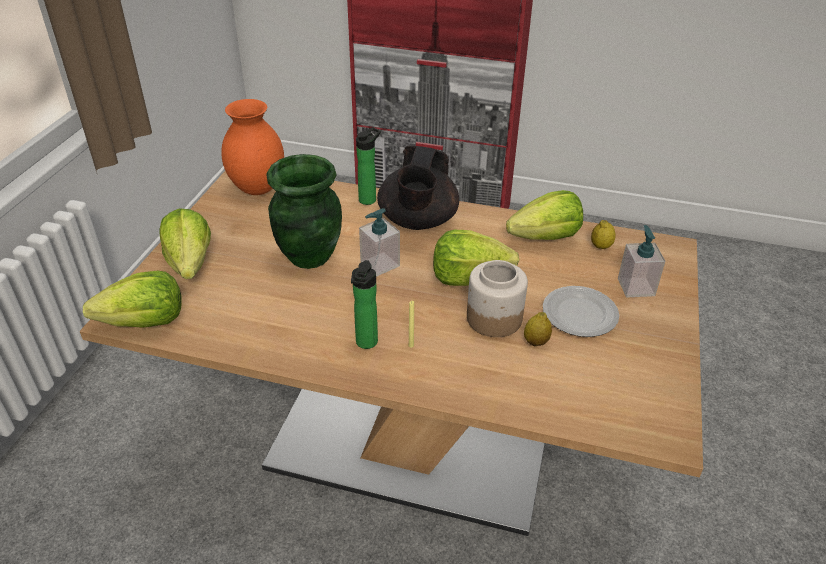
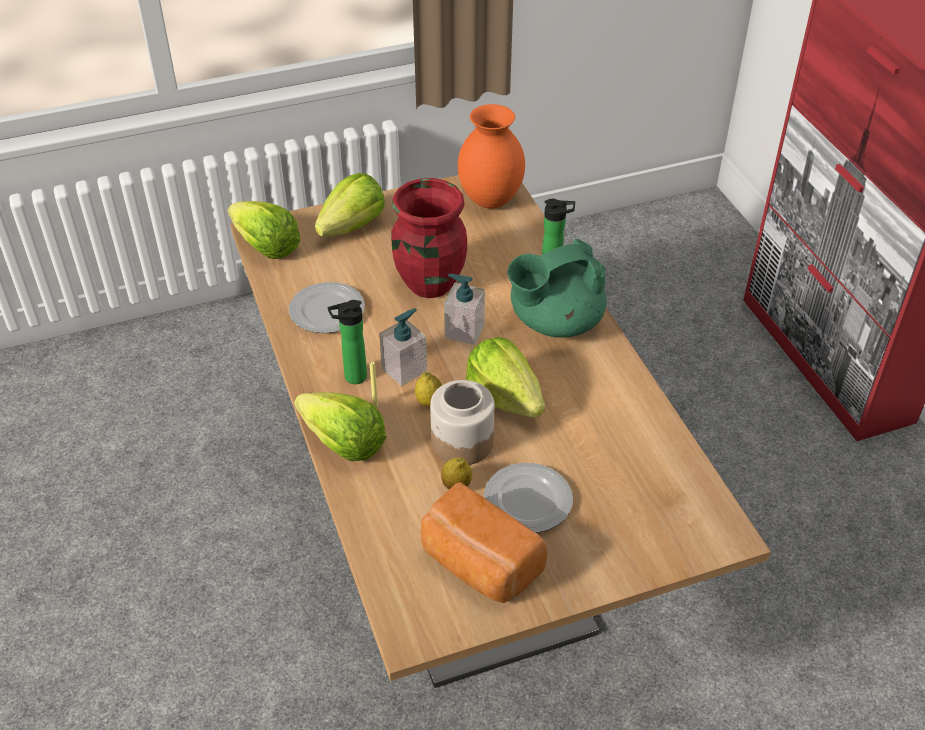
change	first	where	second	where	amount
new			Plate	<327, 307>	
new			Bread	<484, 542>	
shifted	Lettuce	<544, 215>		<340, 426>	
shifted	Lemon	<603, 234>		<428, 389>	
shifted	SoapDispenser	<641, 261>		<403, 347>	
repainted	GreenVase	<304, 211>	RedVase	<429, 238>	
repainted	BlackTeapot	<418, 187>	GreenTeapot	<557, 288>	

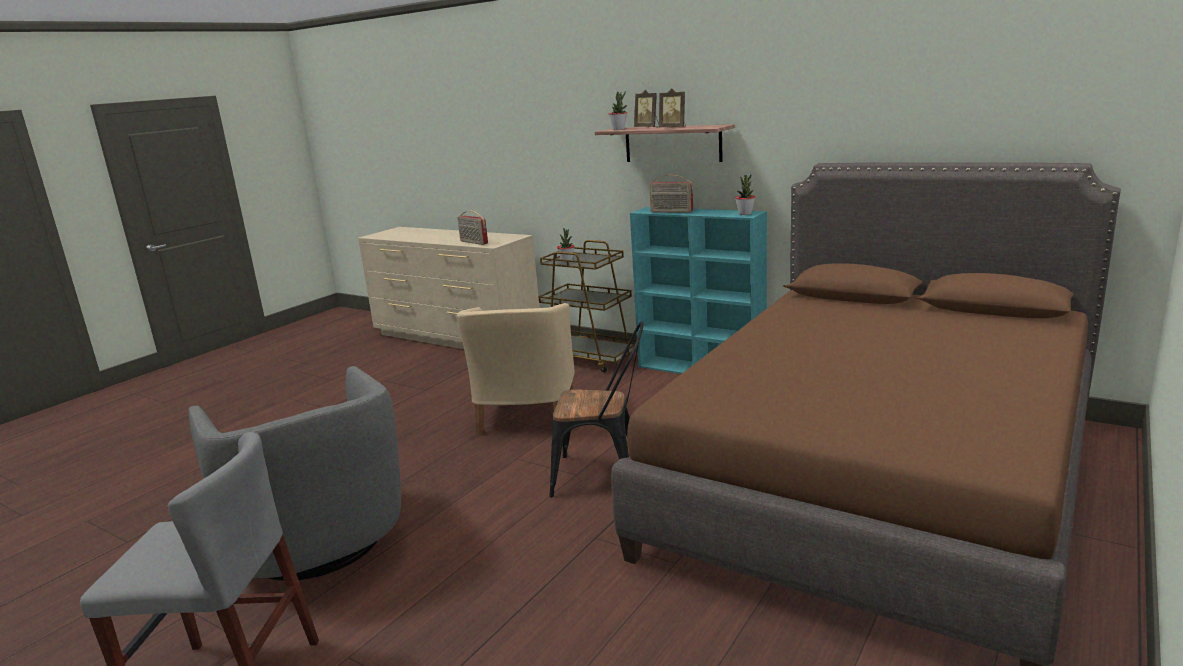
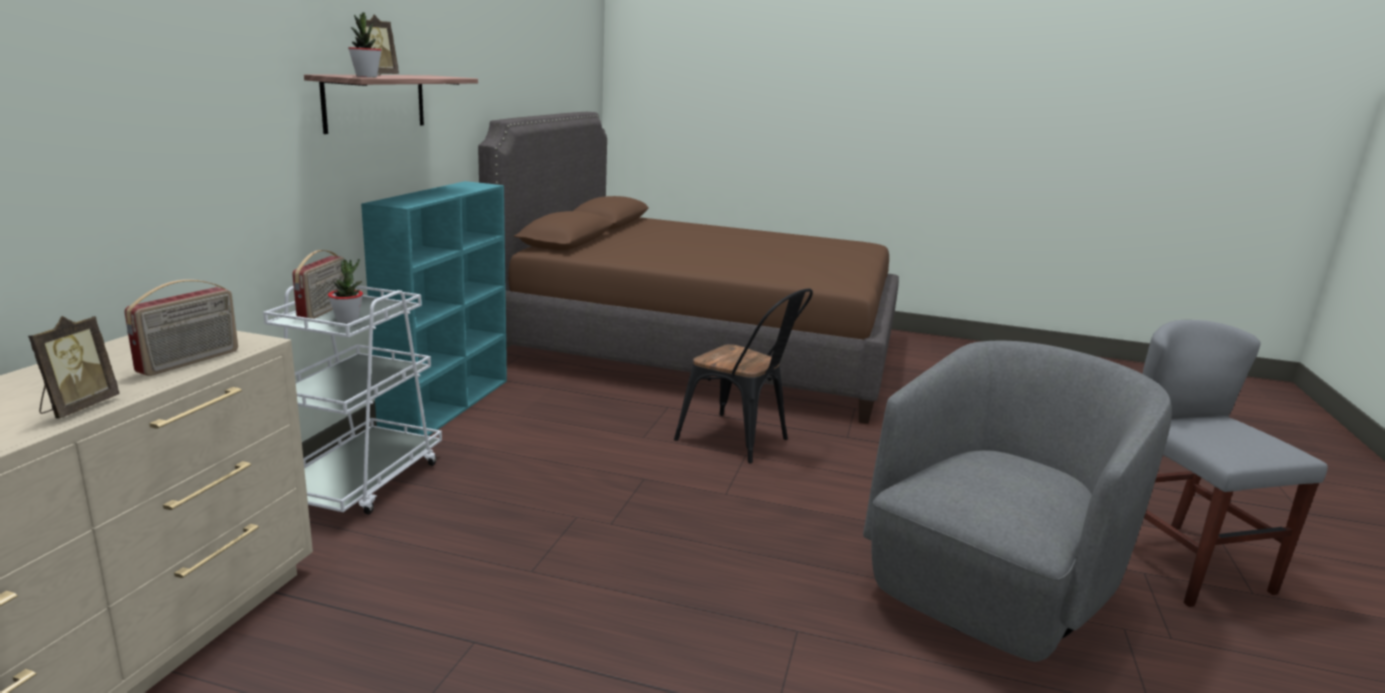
change	first	where	second	where	amount
gone	BeigeArmchair	<515, 369>			
gone	PottedPlant	<745, 194>			
shifted	Radio	<671, 194>		<318, 284>	
shifted	PictureFrame	<672, 108>		<74, 367>	
repainted	BrownCart	<587, 306>	WhiteCart	<352, 400>	
rotated	BlackChair	<596, 409>		<743, 375>	135 degrees clockwise

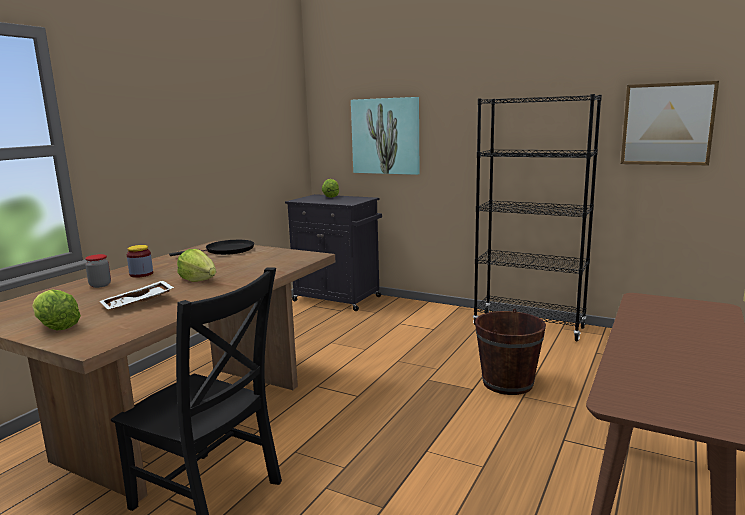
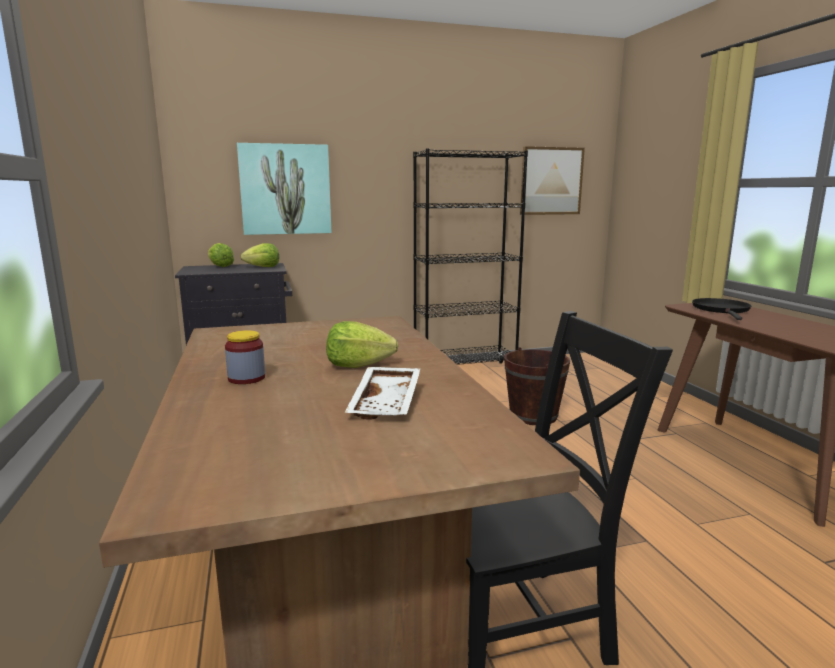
change	first	where	second	where	amount
gone	Jar	<98, 271>			
shifted	Lettuce	<56, 309>		<260, 255>	
shifted	BlackFryingPan	<211, 248>		<721, 309>	

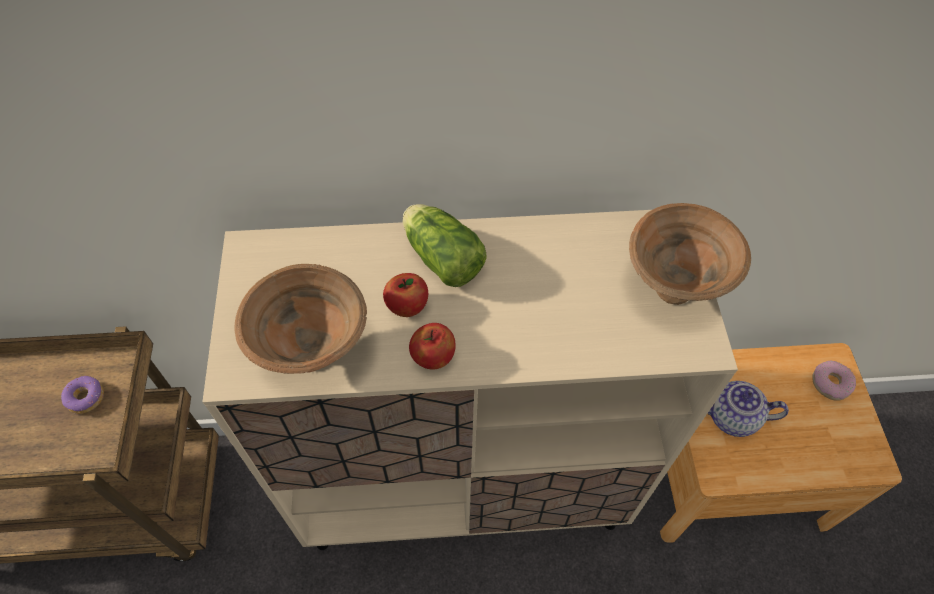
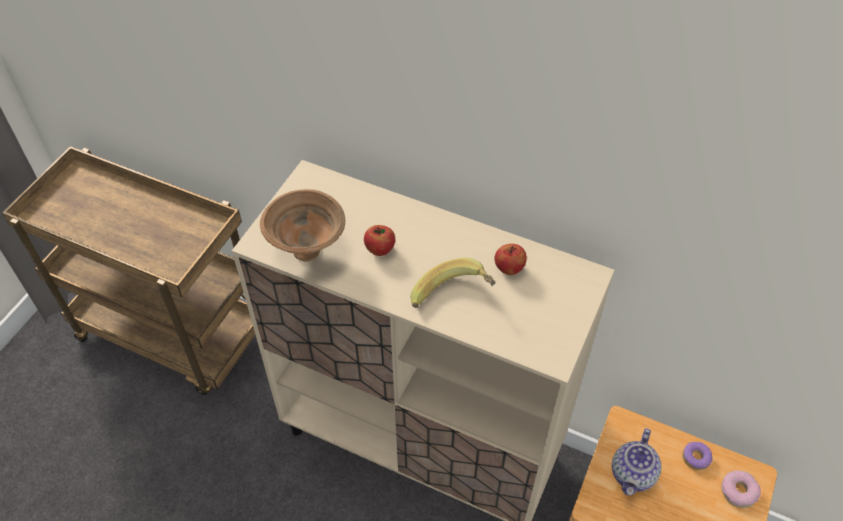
change	first	where	second	where	amount
gone	Lettuce	<444, 245>			
gone	BrownBowl	<690, 254>			
new			Banana	<453, 283>	
shifted	Donut	<82, 395>		<697, 456>	
shifted	Apple	<432, 346>		<511, 259>	
rotated	Teapot	<748, 409>		<636, 461>	105 degrees counterclockwise

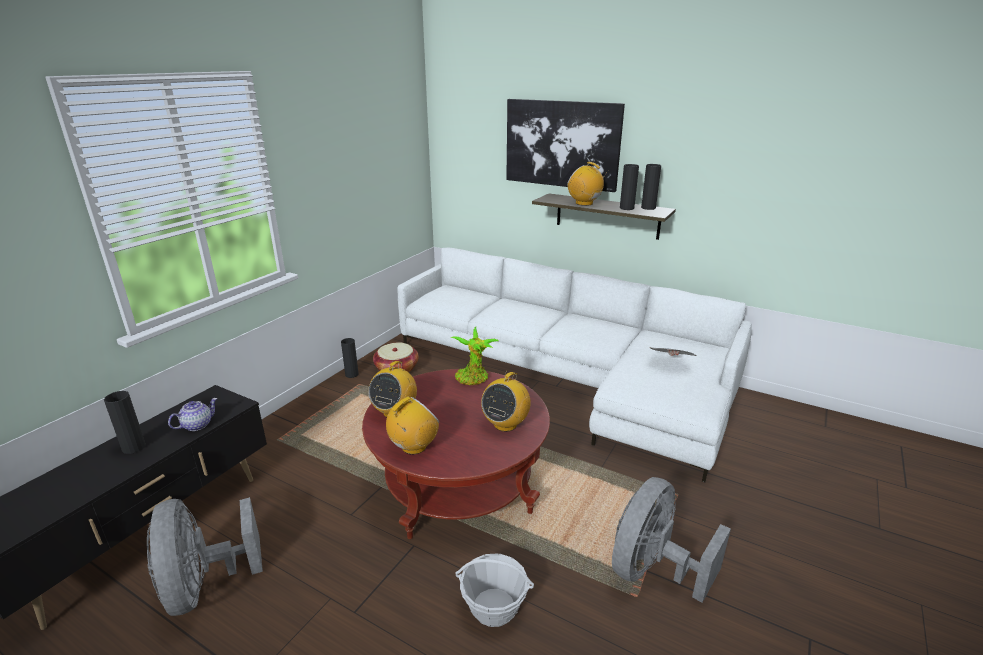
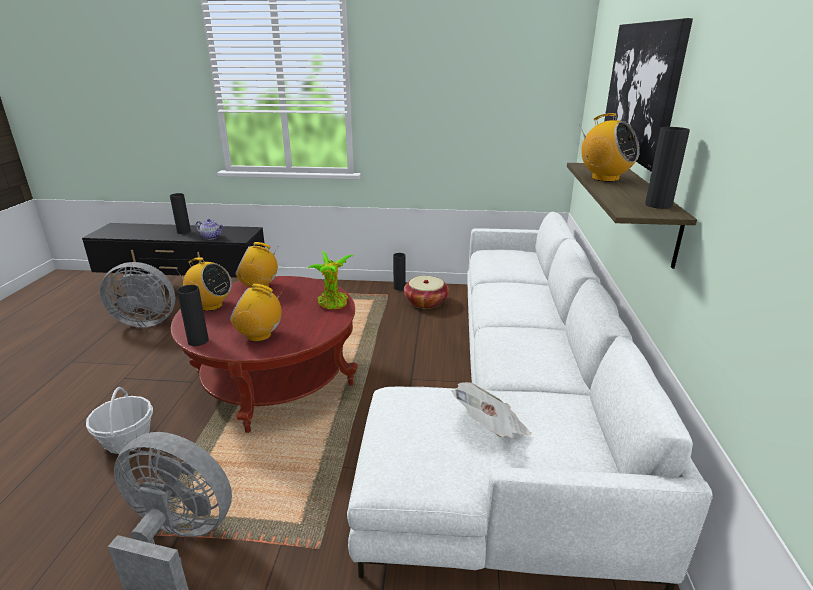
change	first	where	second	where	amount
shifted	BlackVase	<629, 187>		<193, 315>	
rotated	GreyFan	<205, 556>		<137, 295>	135 degrees counterclockwise
rotated	Radio	<588, 184>		<610, 147>	120 degrees clockwise

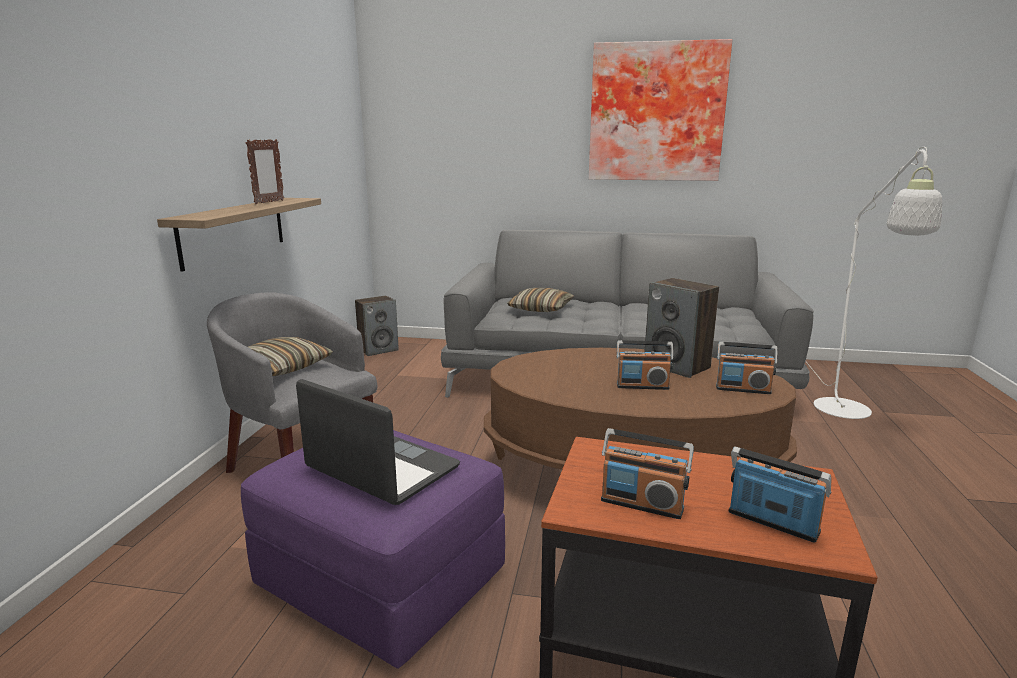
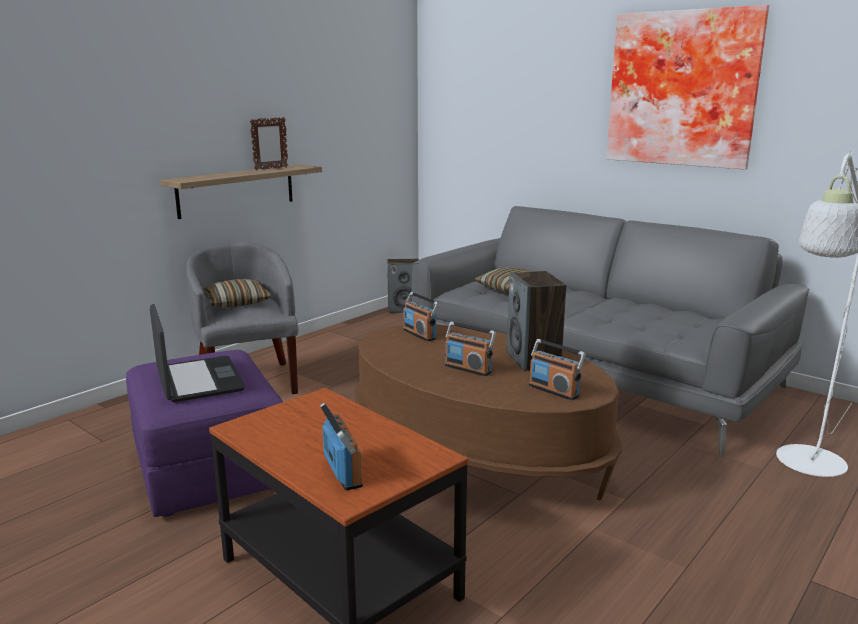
change	first	where	second	where	amount
shifted	Radio	<647, 473>		<421, 316>	

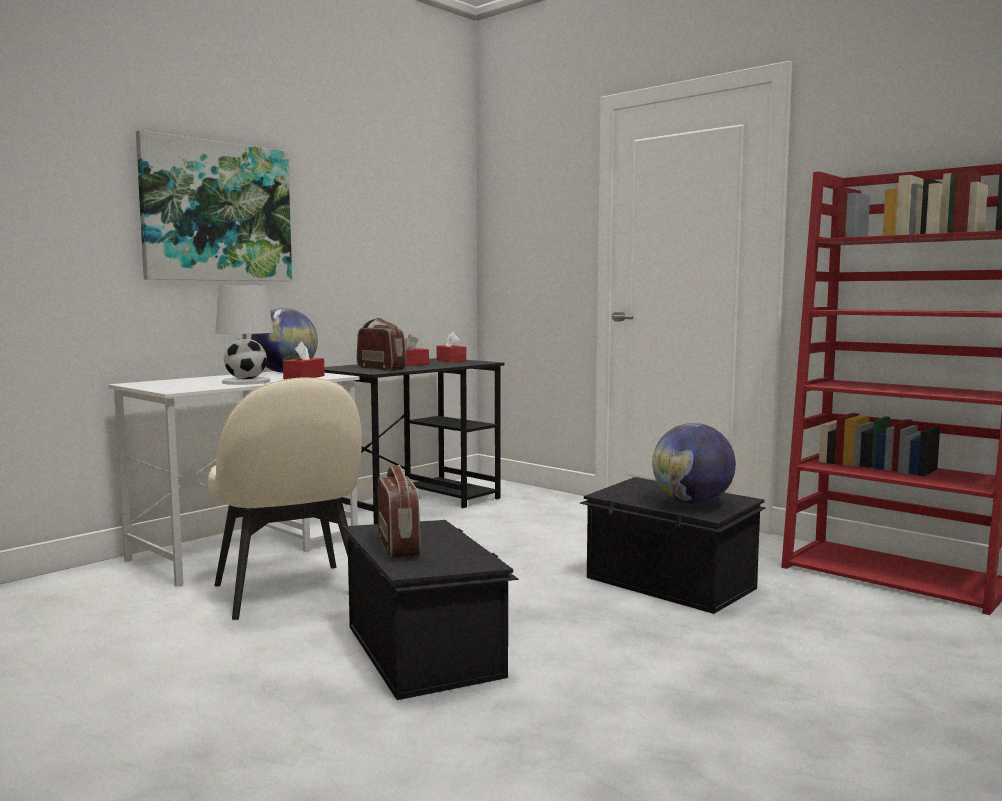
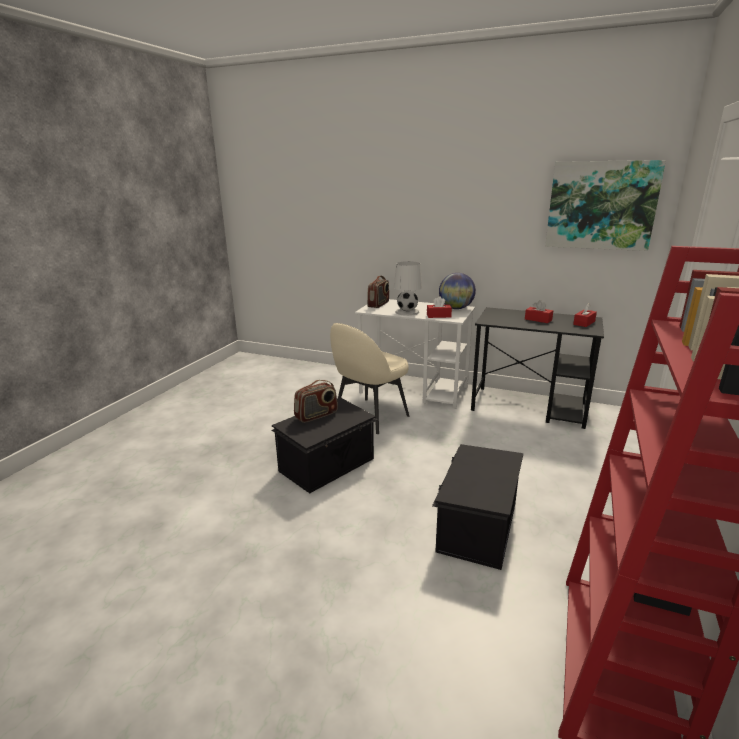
change	first	where	second	where	amount
gone	Globe	<694, 464>			
shifted	Picture	<214, 205>		<605, 205>	
shifted	Radio	<381, 344>		<378, 292>	

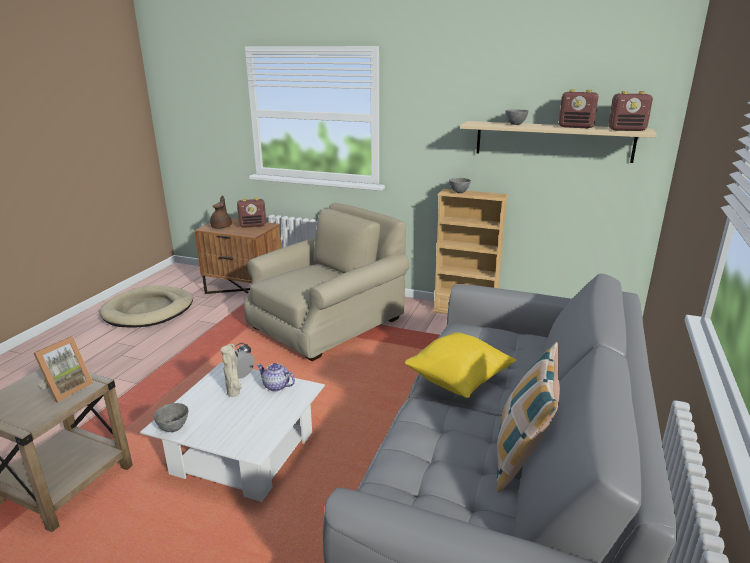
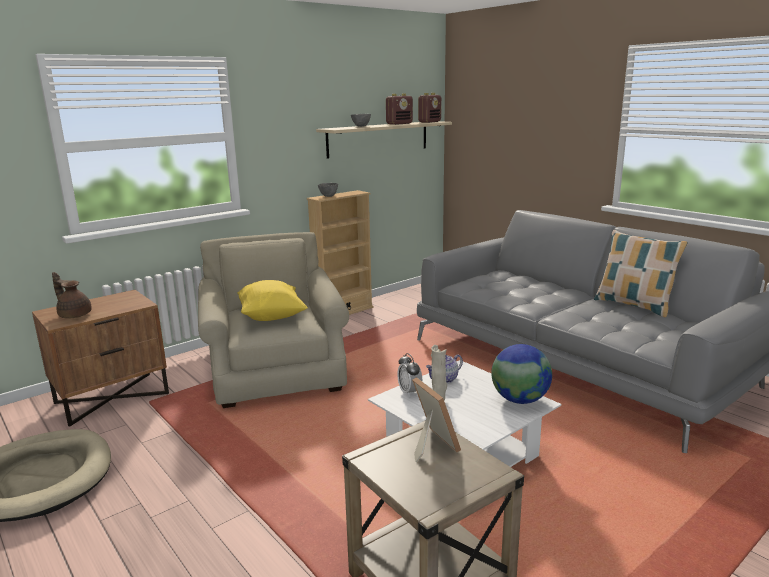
change	first	where	second	where	amount
gone	GreyBowl	<170, 417>			
gone	Radio	<251, 213>			
new			Globe	<521, 374>	
shifted	YellowPillow	<460, 365>		<272, 300>	

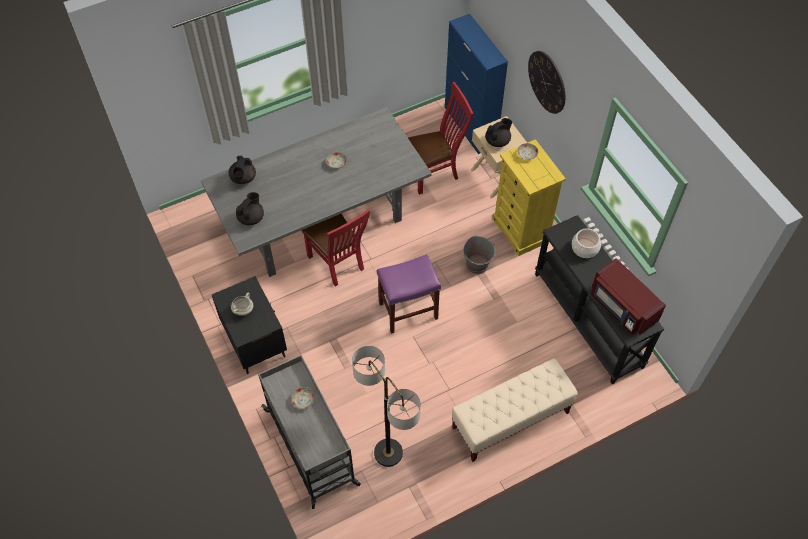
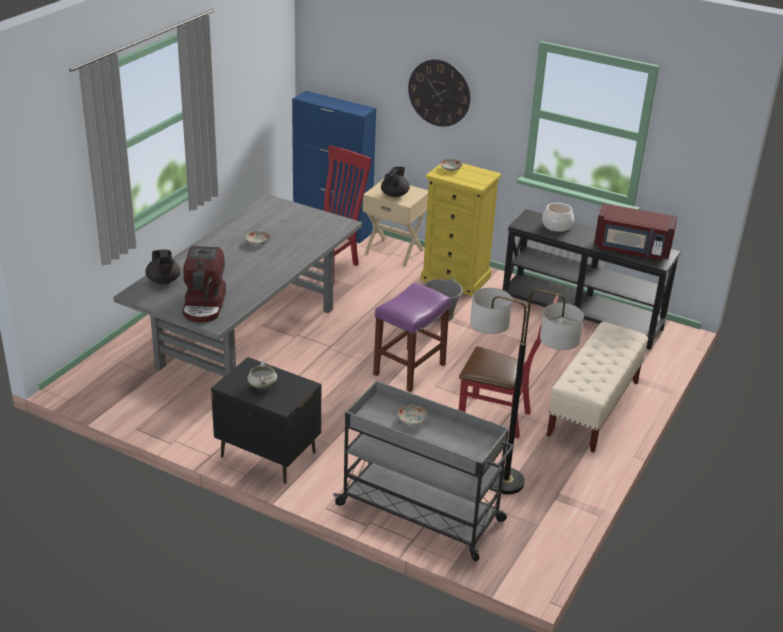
change	first	where	second	where	amount
shifted	RedChair	<336, 248>		<509, 366>	
swapped	BlackTeapot	<250, 208>	CoffeeMachine	<204, 284>	

